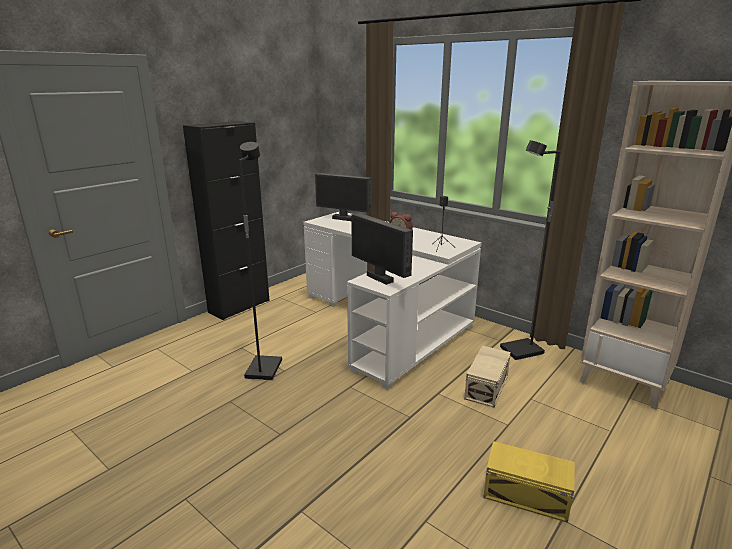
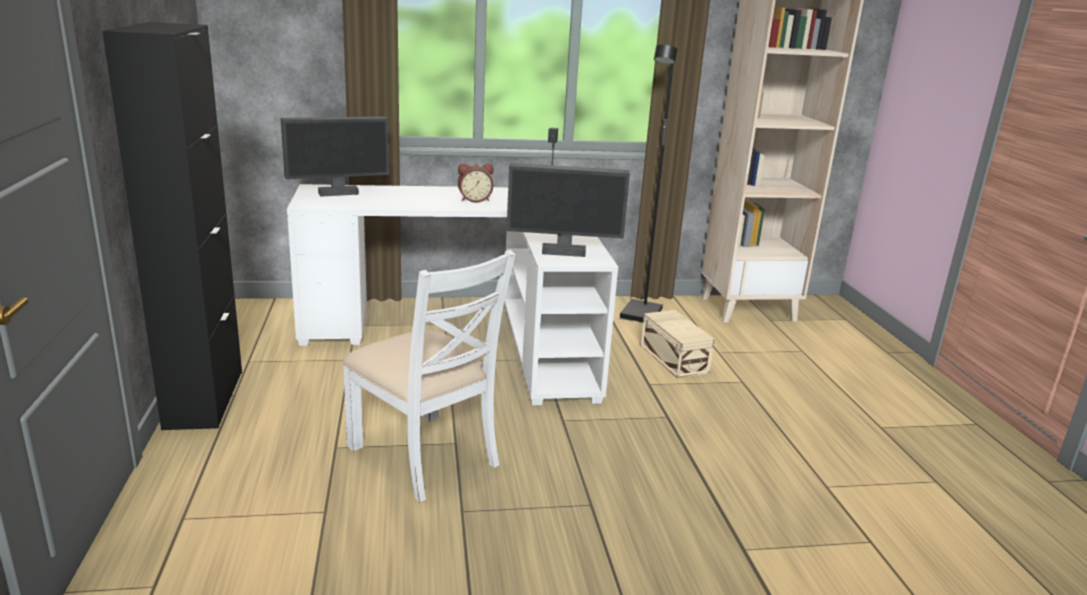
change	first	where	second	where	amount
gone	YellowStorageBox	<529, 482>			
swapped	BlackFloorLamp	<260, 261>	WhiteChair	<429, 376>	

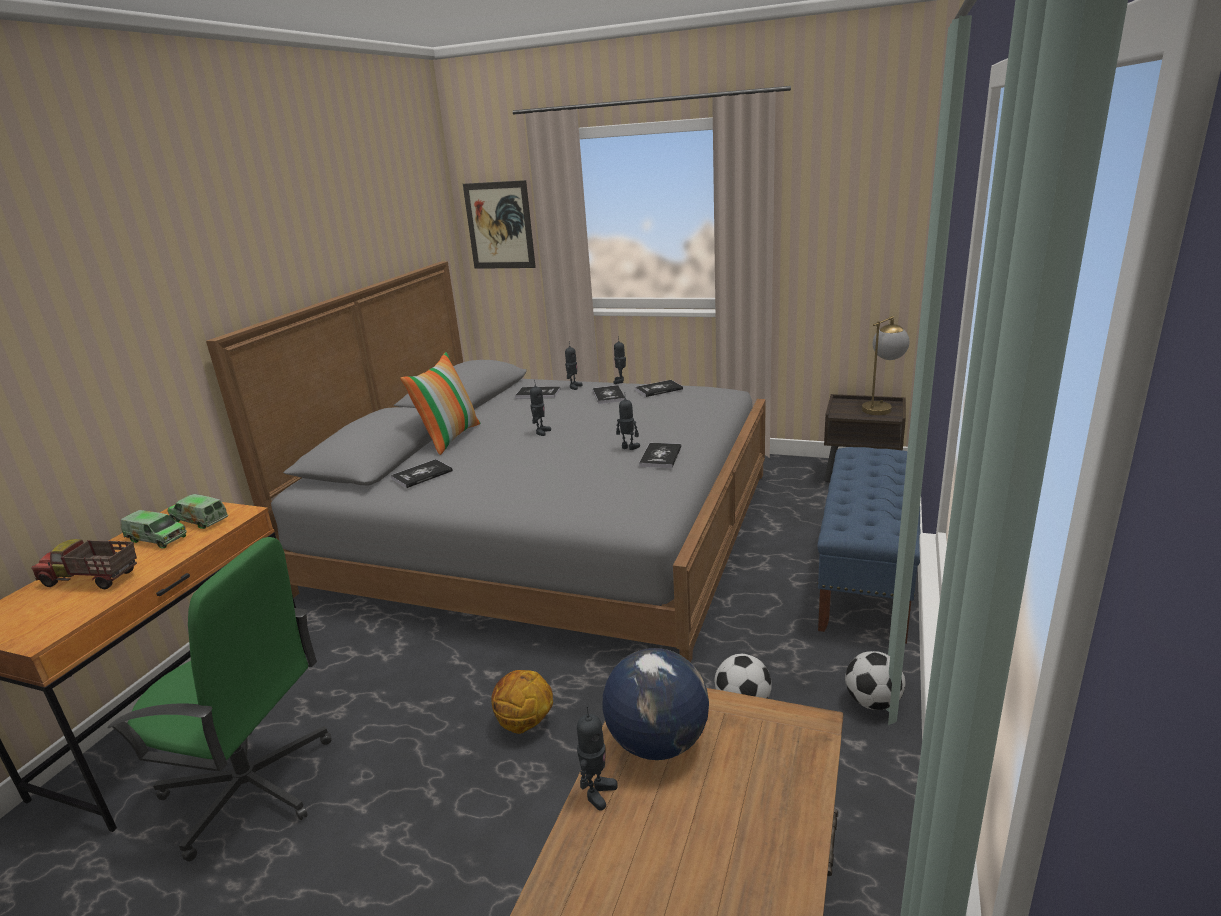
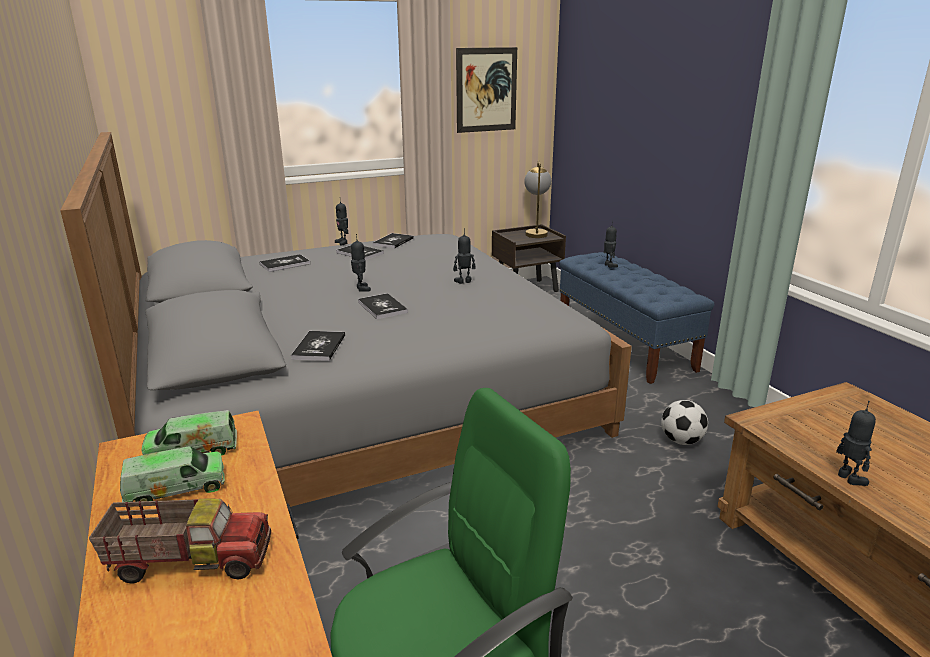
change	first	where	second	where	amount
gone	Pillow	<440, 403>			
gone	Basketball	<522, 702>			
gone	Globe	<656, 704>			
gone	Football	<875, 680>			
shifted	Picture	<499, 224>		<486, 90>	
shifted	ToyRobot	<574, 365>		<610, 247>	
shifted	Book	<660, 455>		<383, 306>	
rotated	ToyTruck	<84, 564>		<180, 541>	150 degrees counterclockwise

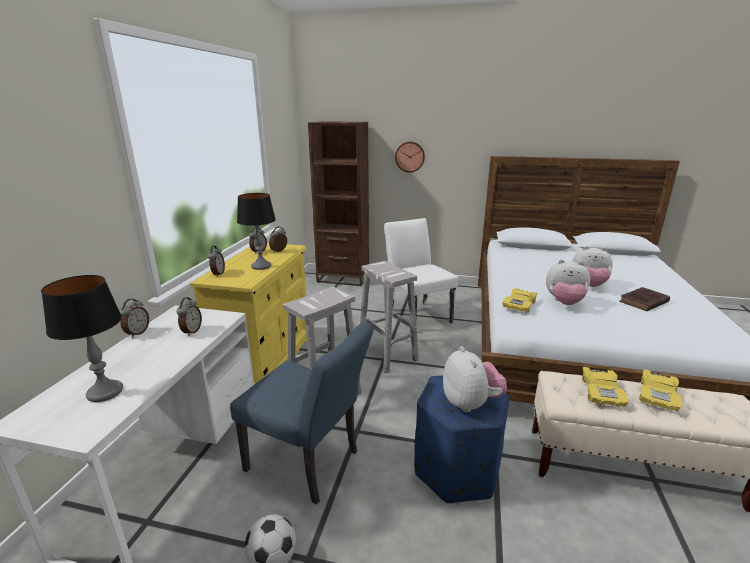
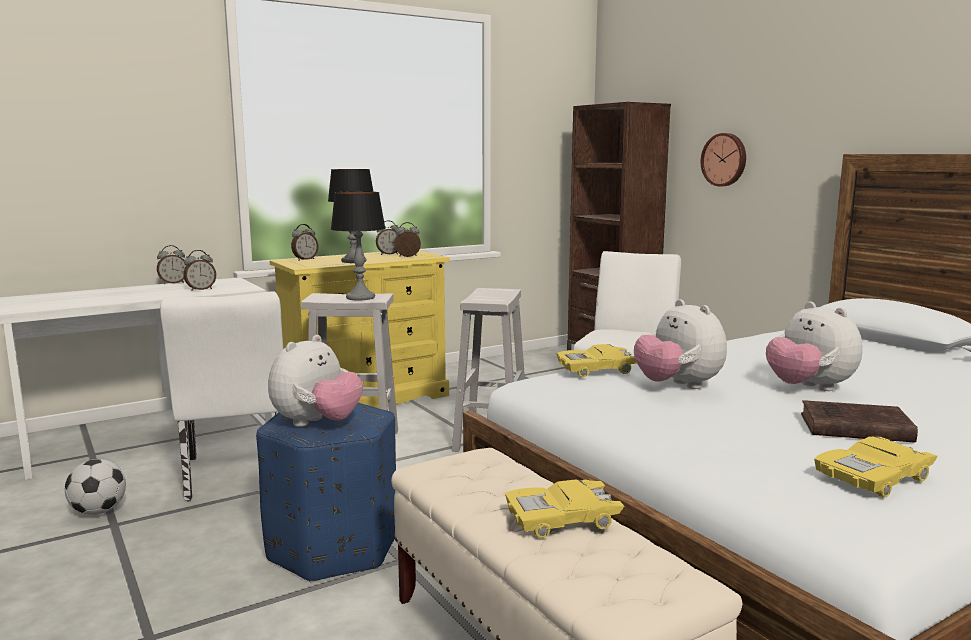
change	first	where	second	where	amount
shifted	TableLamp	<82, 338>		<358, 245>	
shifted	YellowToyCar	<605, 387>		<876, 466>	
repainted	BlueChair	<302, 413>	WhiteChair	<221, 396>	

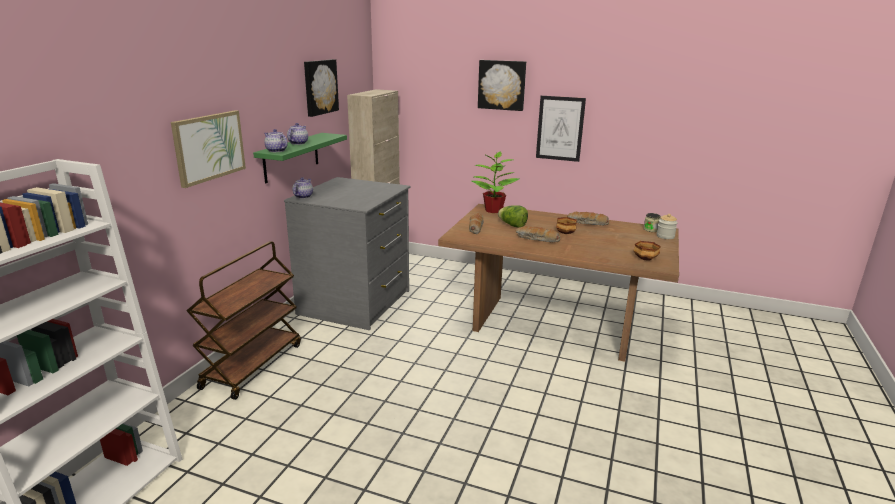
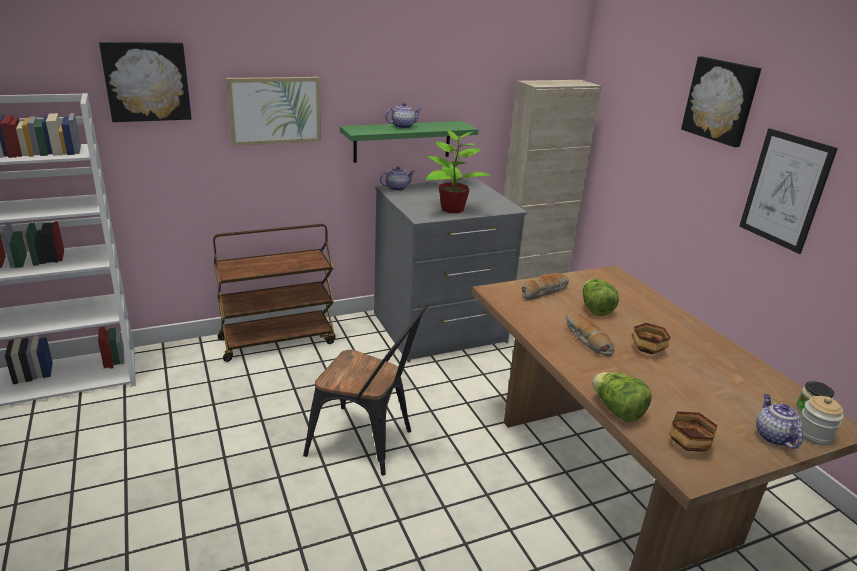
change	first	where	second	where	amount
gone	Bread	<588, 219>			
new			BlackChair	<366, 390>	
new			Lettuce	<622, 397>	
shifted	Teapot	<276, 140>		<779, 421>	
shifted	Picture	<321, 88>		<145, 82>	
shifted	PottedPlant	<495, 182>		<458, 171>	

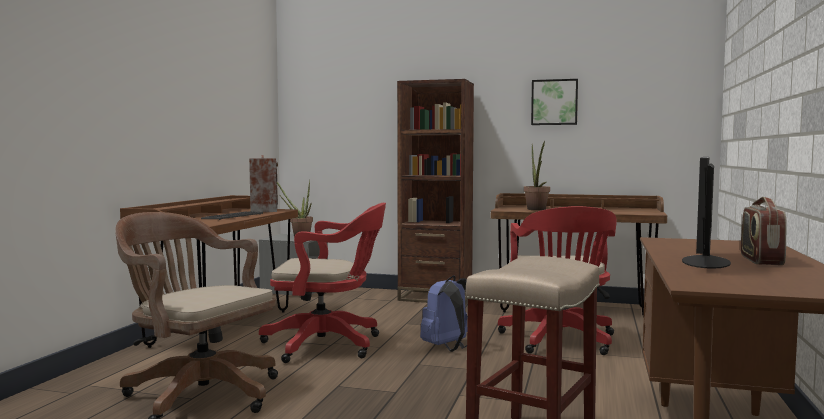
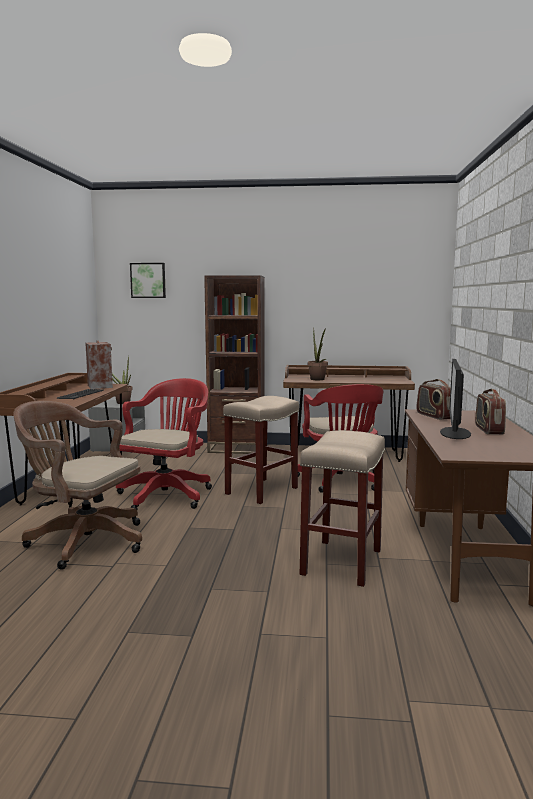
change	first	where	second	where	amount
new			Radio	<433, 399>	
shifted	Picture	<554, 102>		<148, 280>	
swapped	BlueBackpack	<444, 313>	BeigeStool	<261, 450>	
rotated	RedOfficeChair	<322, 283>		<164, 443>	60 degrees counterclockwise

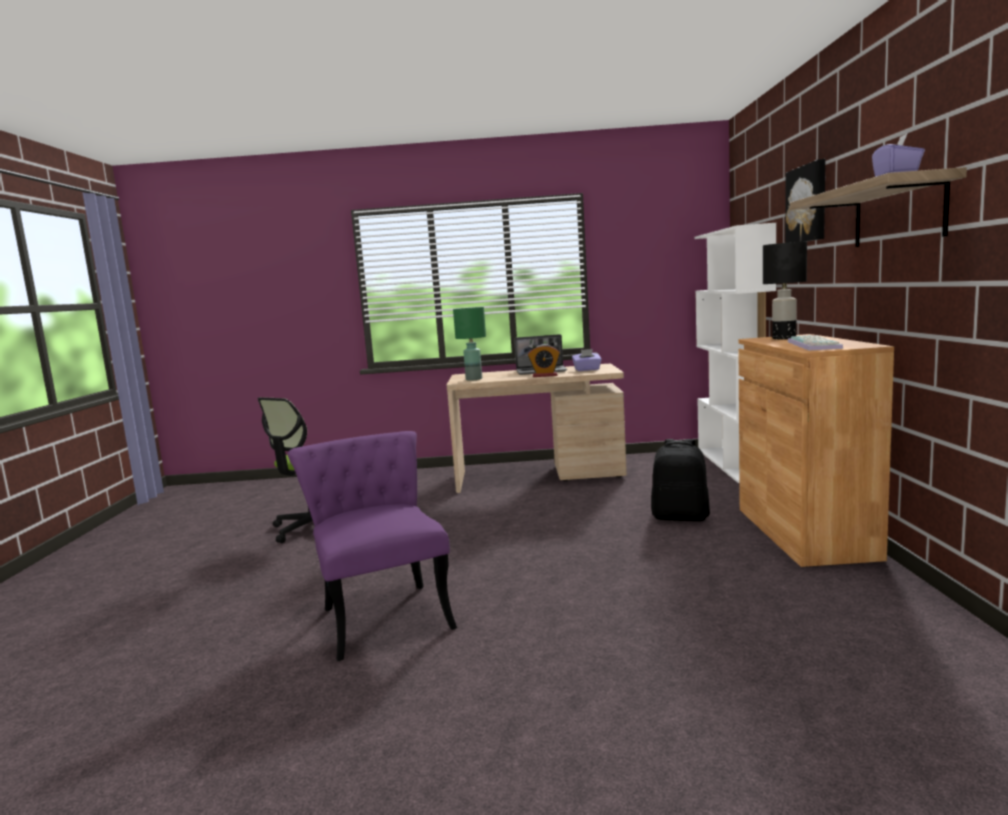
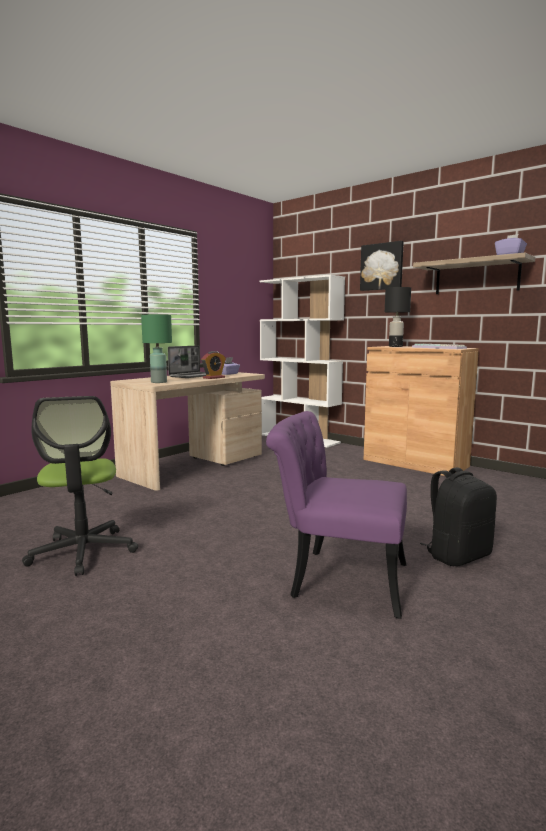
change	first	where	second	where	amount
shifted	BlackBackpack	<680, 480>		<458, 516>	

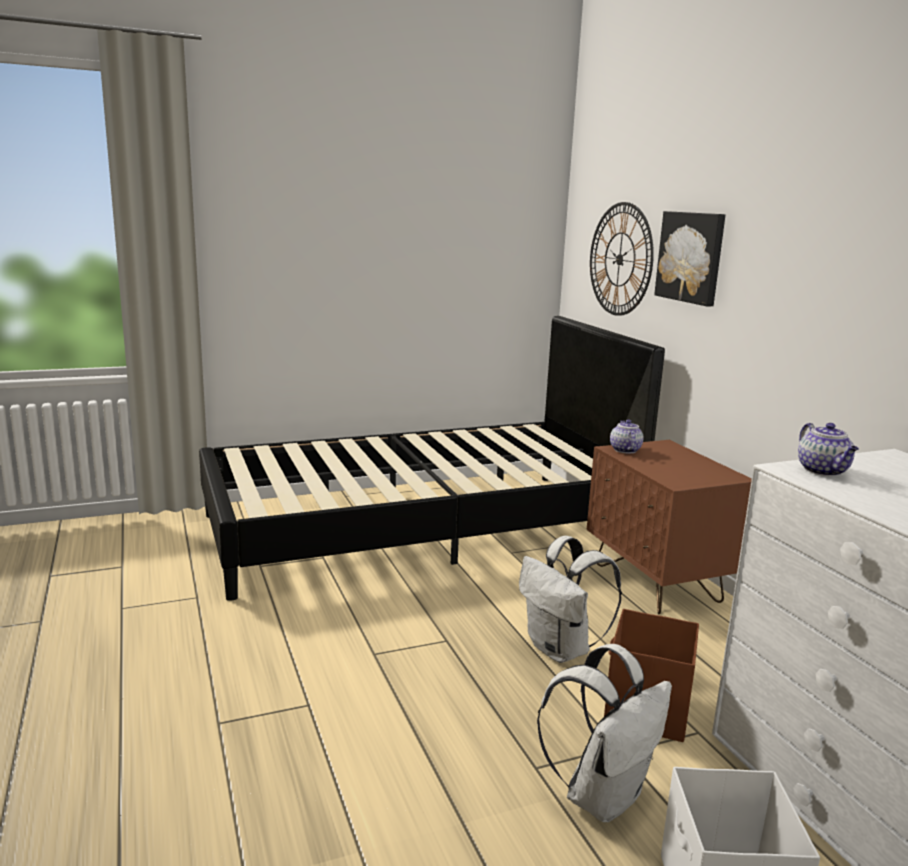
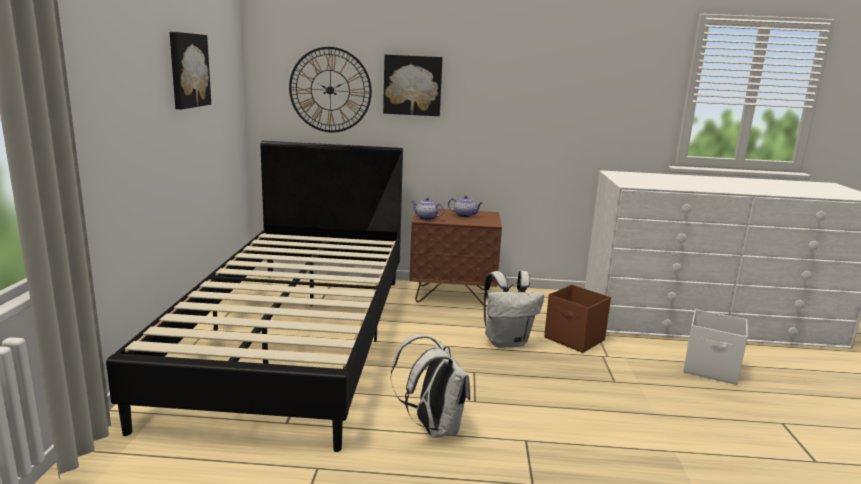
change	first	where	second	where	amount
new			Picture	<190, 70>	
shifted	WhiteBackpack	<604, 733>		<430, 386>	
shifted	Teapot	<828, 449>		<465, 207>	

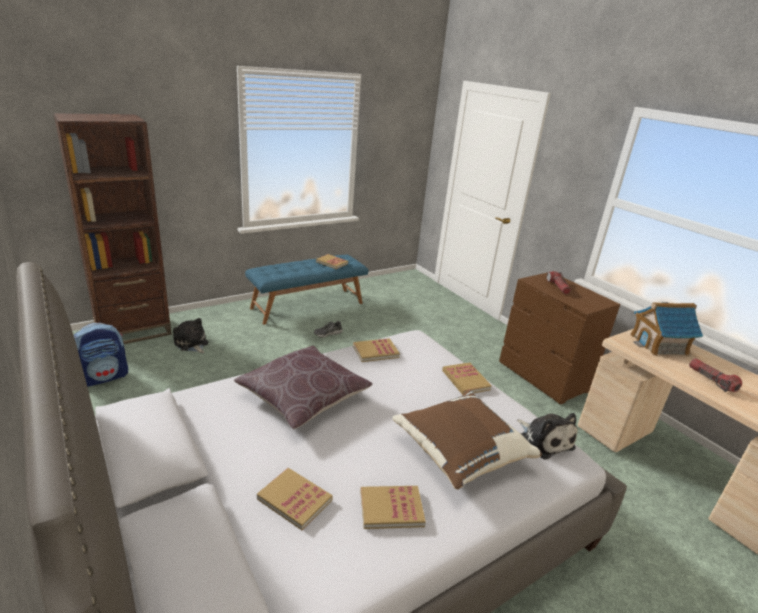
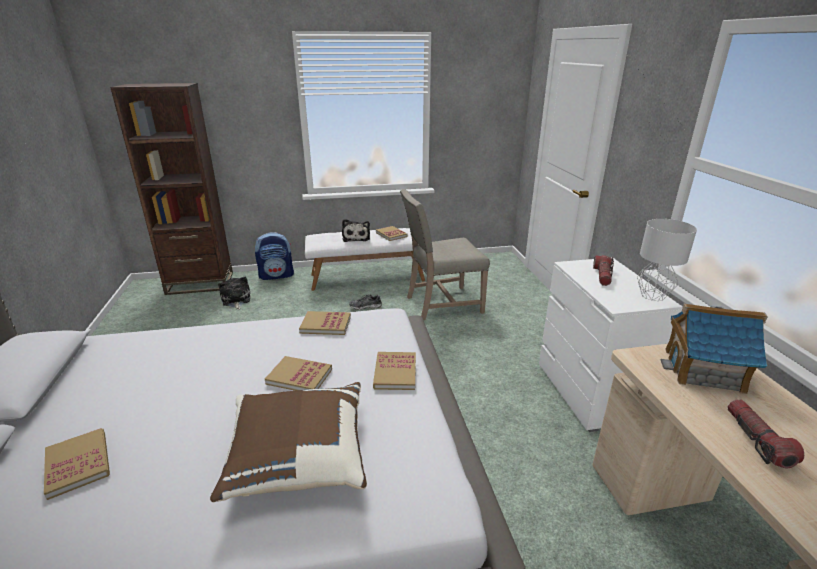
change	first	where	second	where	amount
gone	BrownPillow	<303, 387>			
new			BeigeChair	<445, 254>	
new			GreyTableLamp	<667, 260>	
shifted	Backpack	<101, 355>		<274, 256>	
shifted	Book	<393, 507>		<298, 373>	
shifted	PlushToy	<547, 436>		<356, 230>	
repainted	BlueBench	<306, 290>	WhiteBench	<365, 259>	
repainted	BrownDresser	<559, 338>	WhiteDresser	<611, 345>	

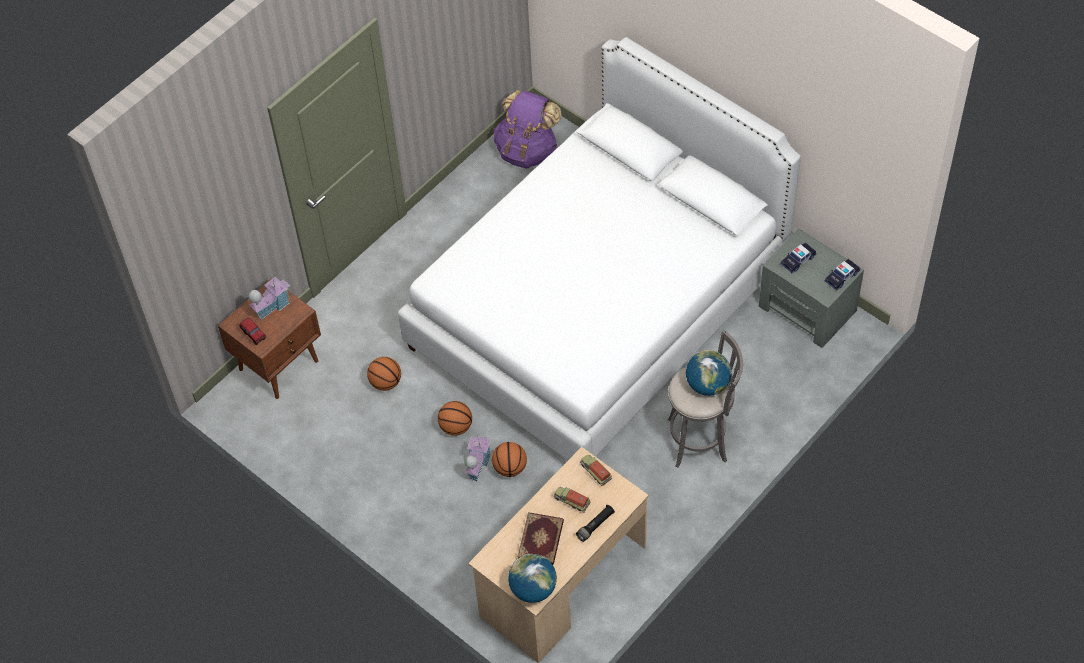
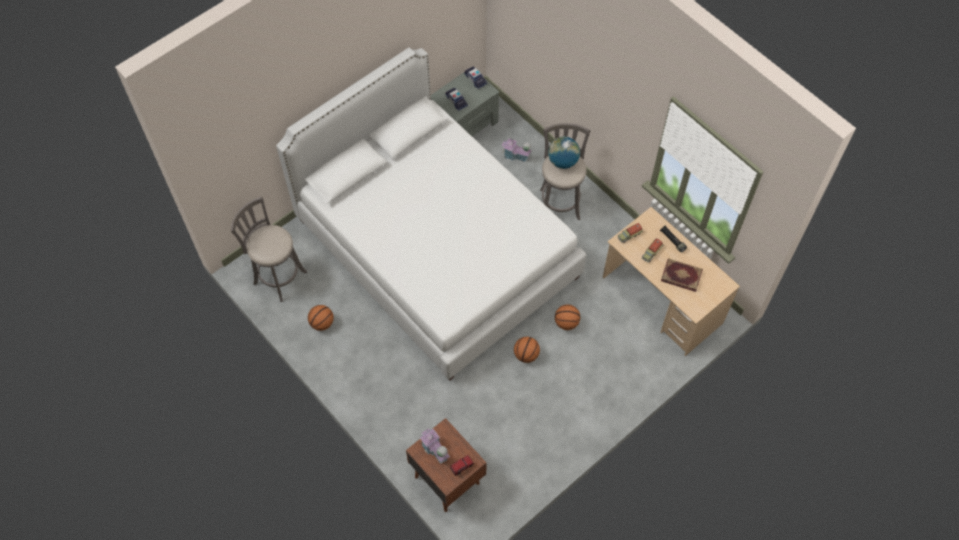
change	first	where	second	where	amount
gone	Globe	<532, 578>			
shifted	Basketball	<384, 374>		<321, 318>	
shifted	ToyHouse	<478, 458>		<516, 149>	
swapped	PurpleBackpack	<527, 129>	GreyStool	<269, 249>	

